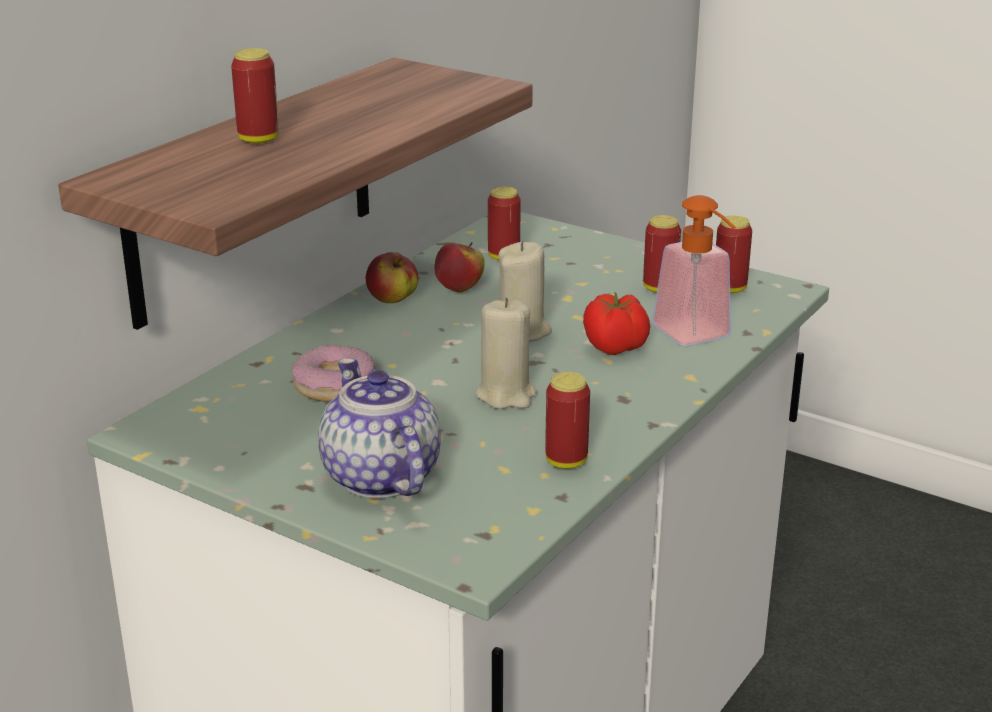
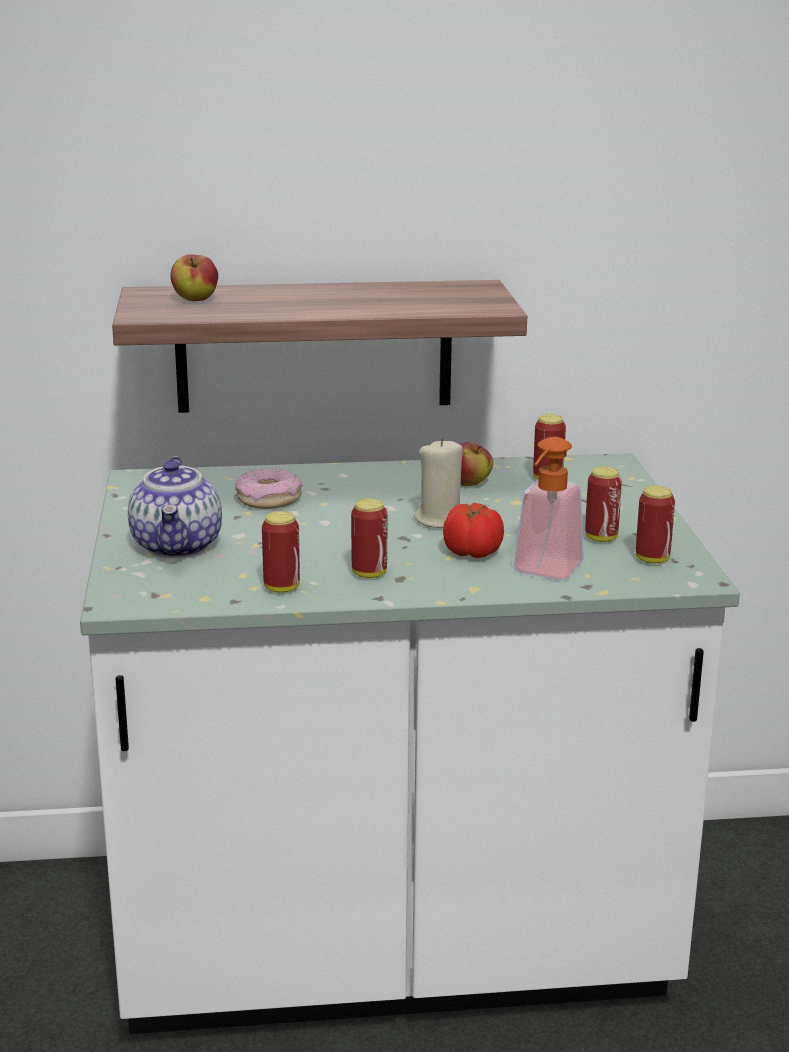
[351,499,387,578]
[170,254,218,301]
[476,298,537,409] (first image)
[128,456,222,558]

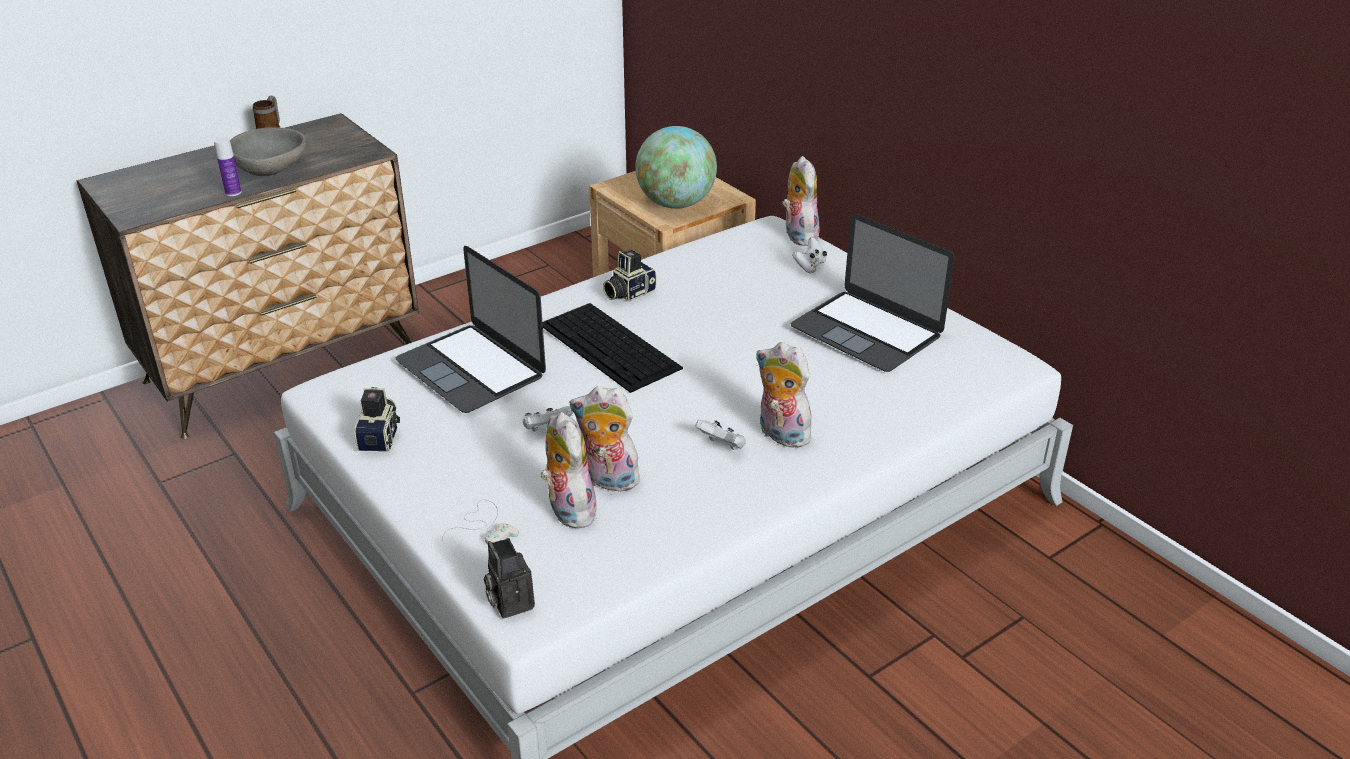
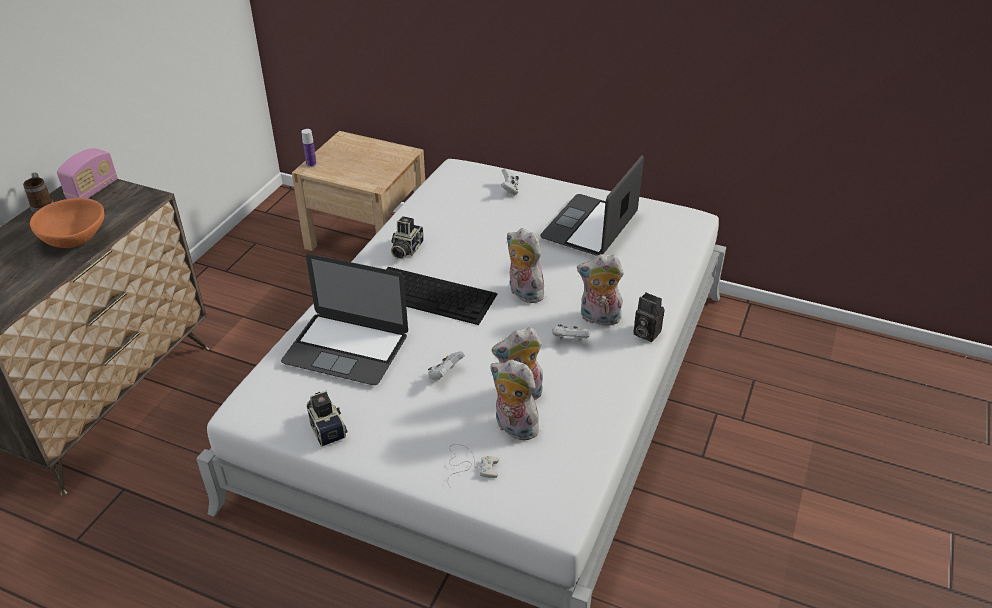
[635,126,717,209] (first image)
[30,198,104,248]
[301,129,317,167]
[507,228,544,303]
[540,155,644,256]
[633,292,665,342]
[57,148,118,199]

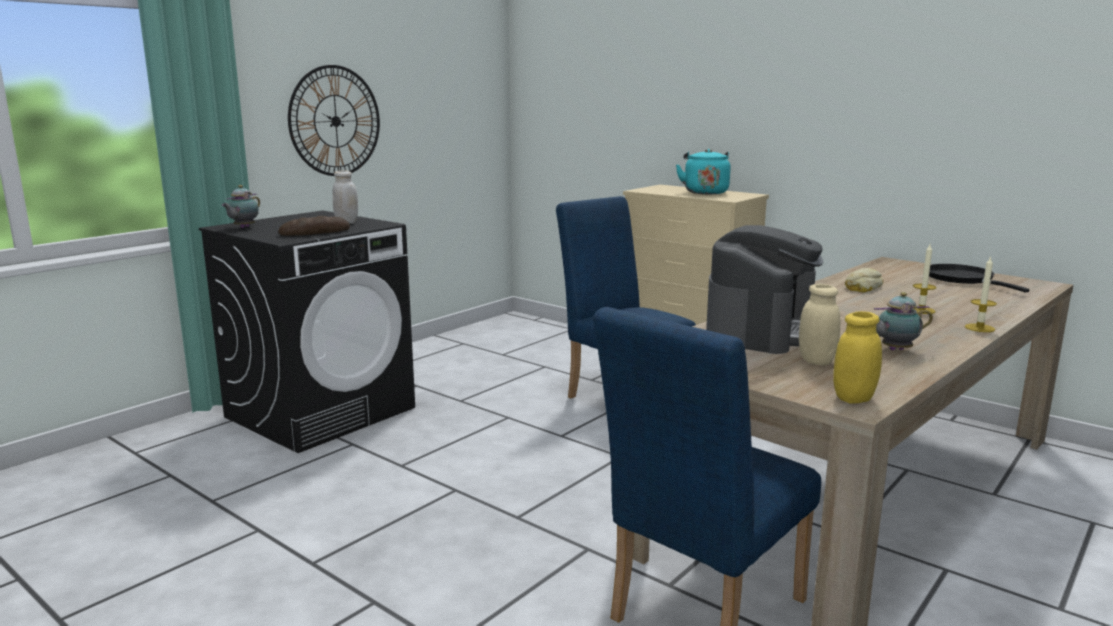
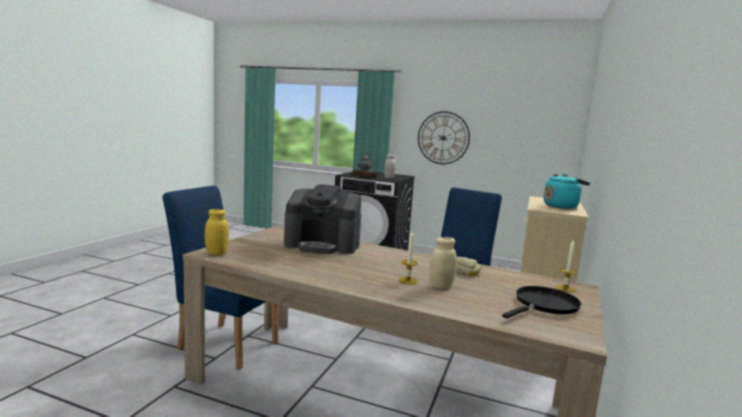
[555,240,577,292]
[429,237,457,289]
[874,292,933,350] (first image)

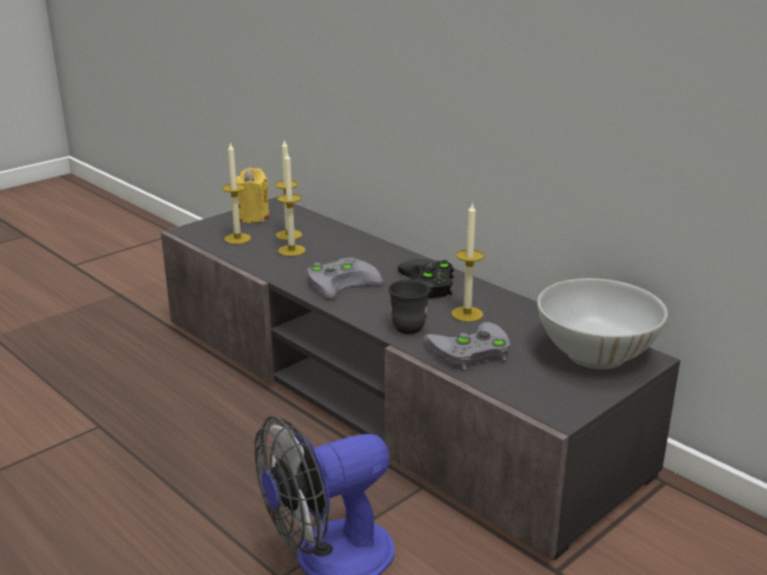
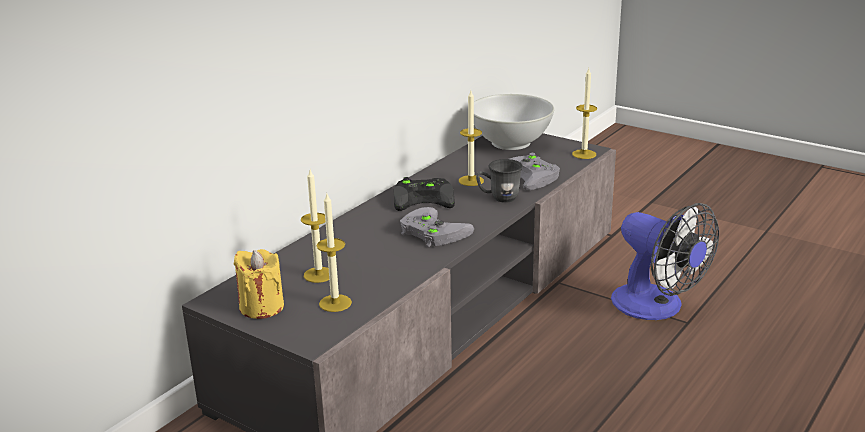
[572,68,597,159]

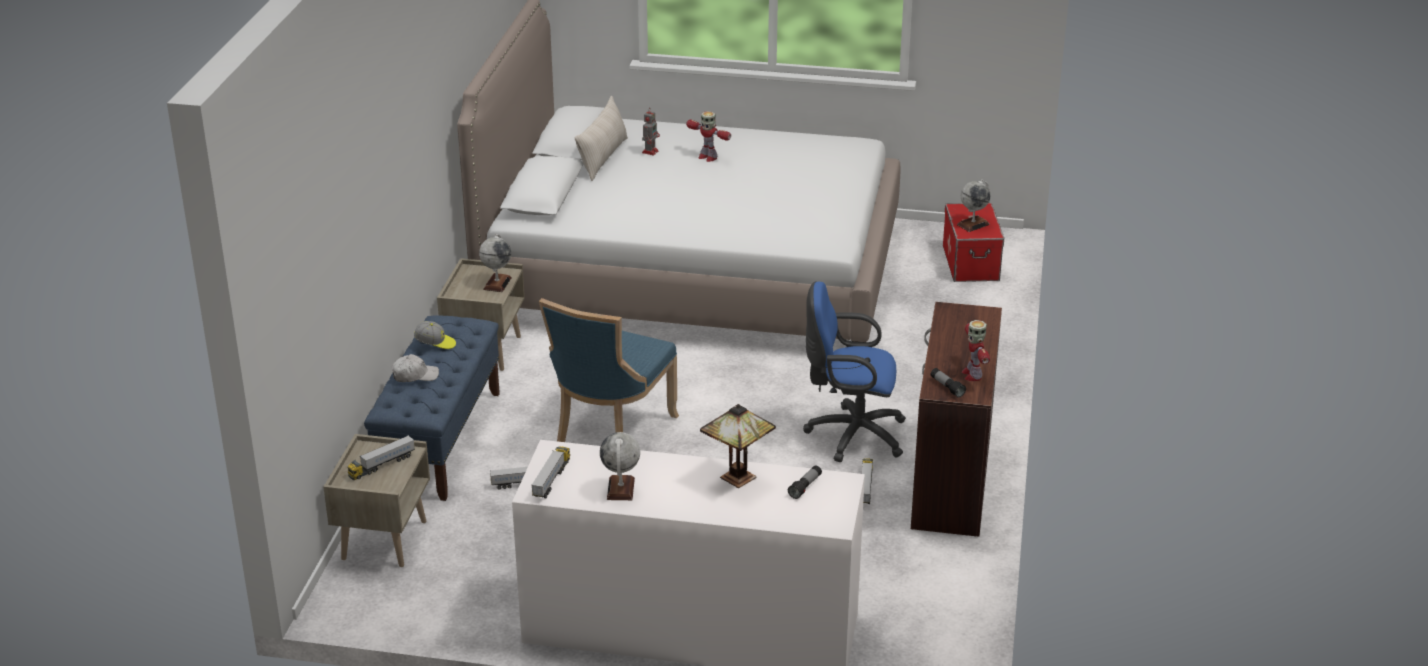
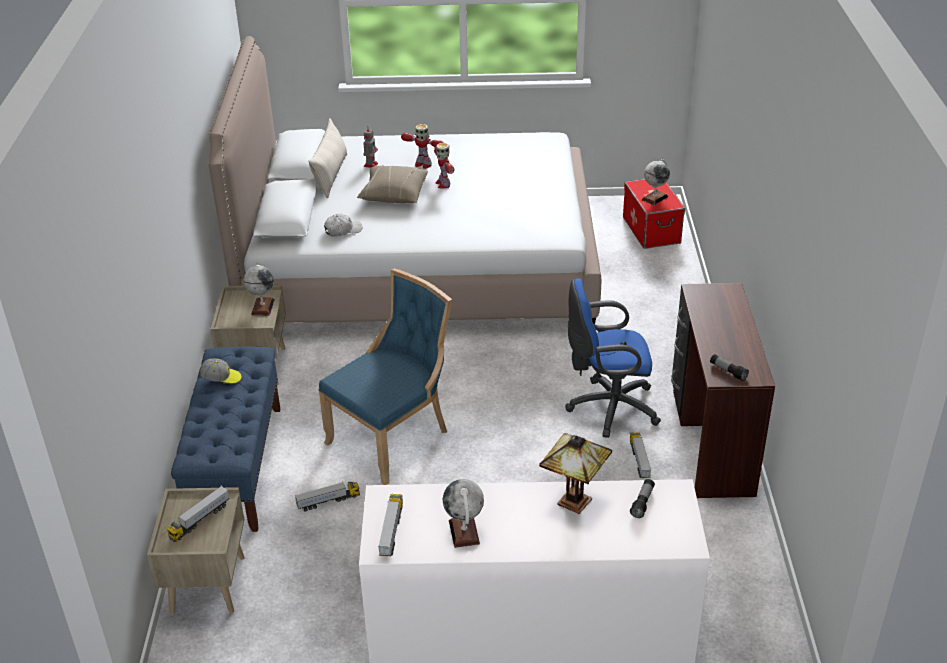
[319,268,452,485]
[434,143,455,189]
[324,213,362,237]
[357,165,428,203]

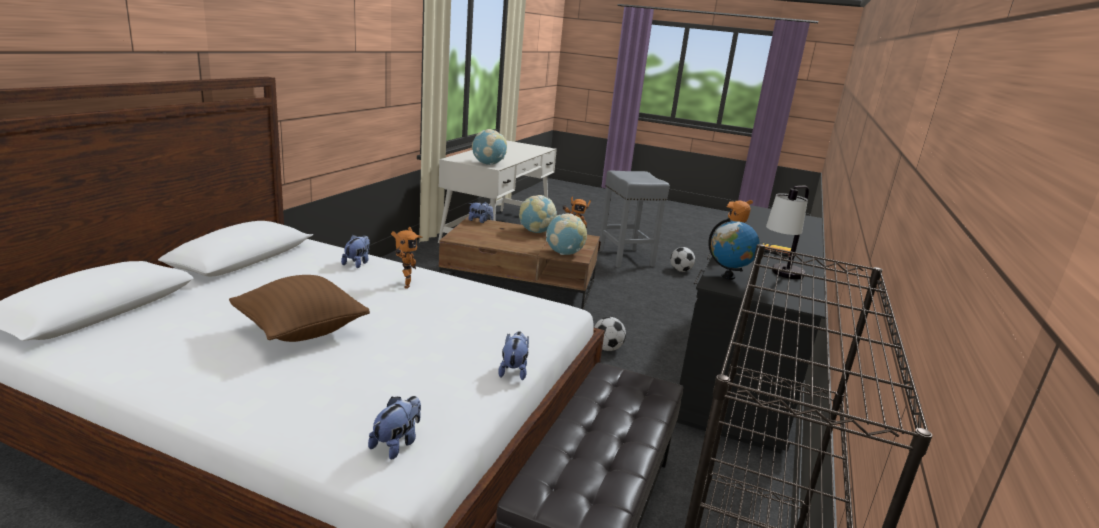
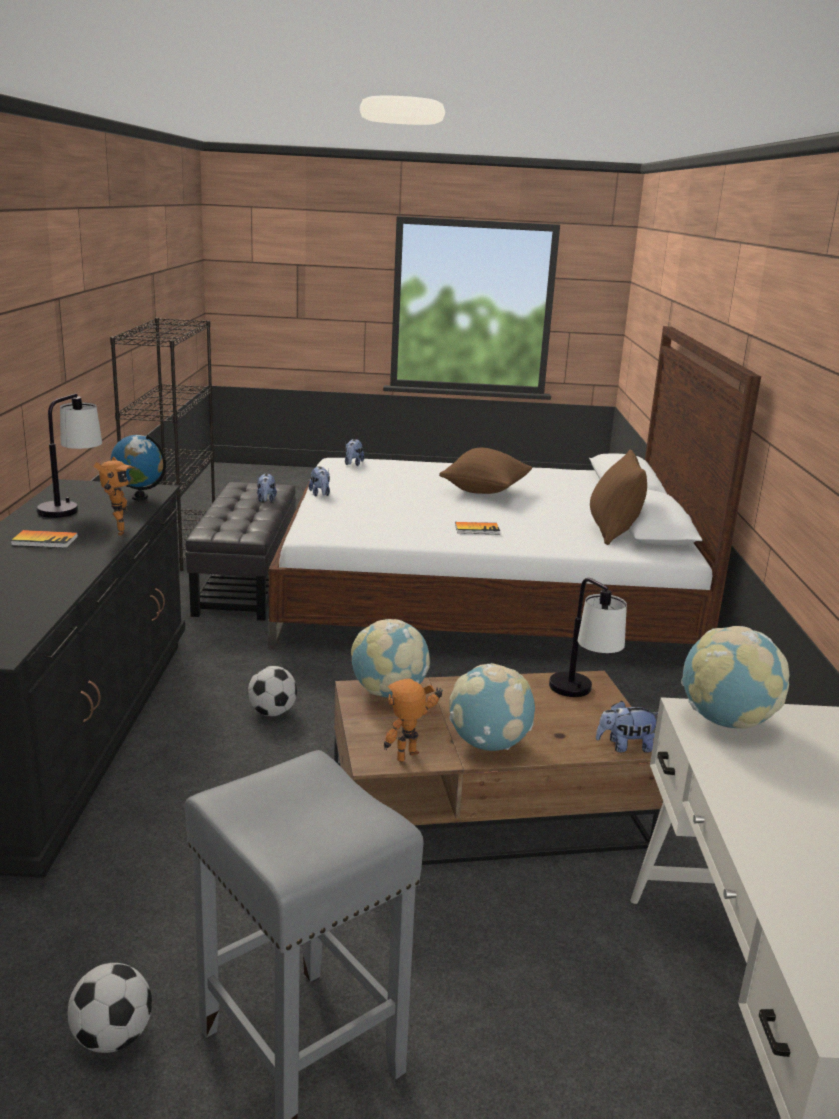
[455,522,500,534]
[257,473,277,502]
[590,450,647,545]
[549,578,627,697]

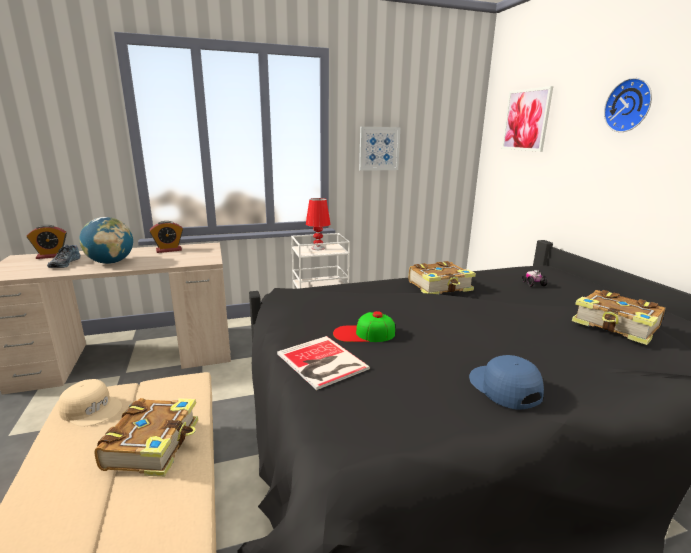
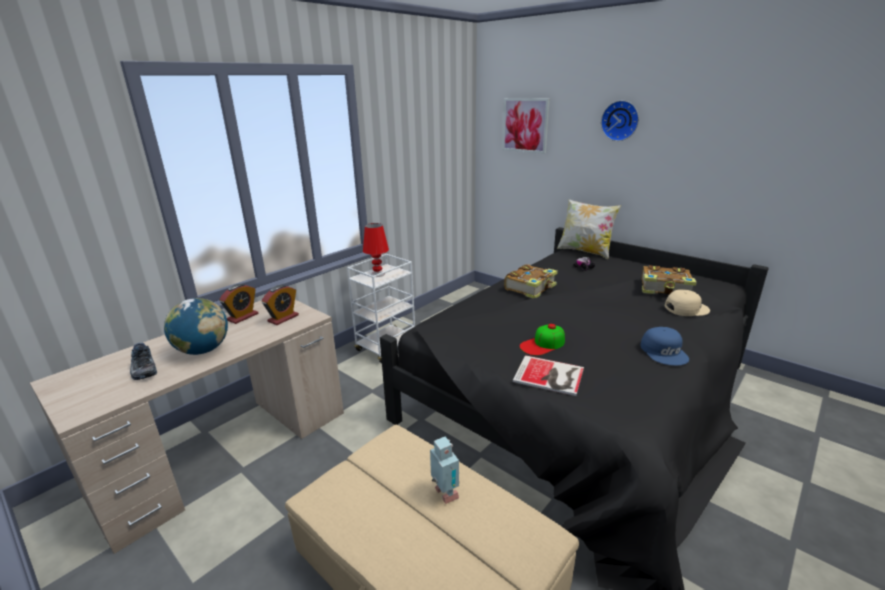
[359,127,401,171] (first image)
[262,285,299,325]
[640,327,689,366]
[665,289,710,316]
[430,436,459,504]
[557,199,621,259]

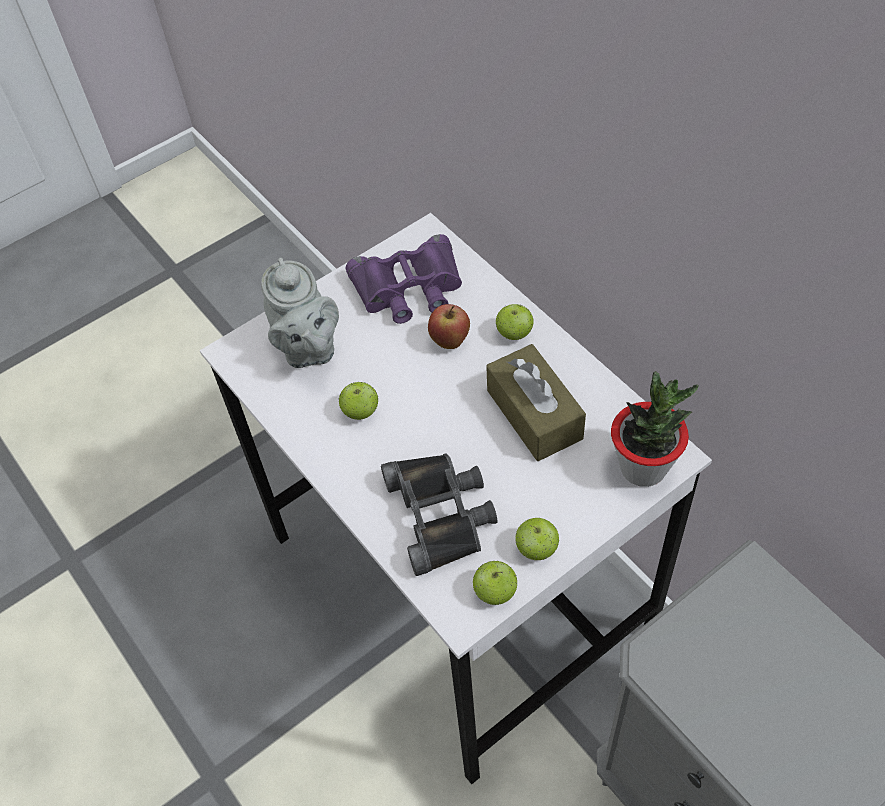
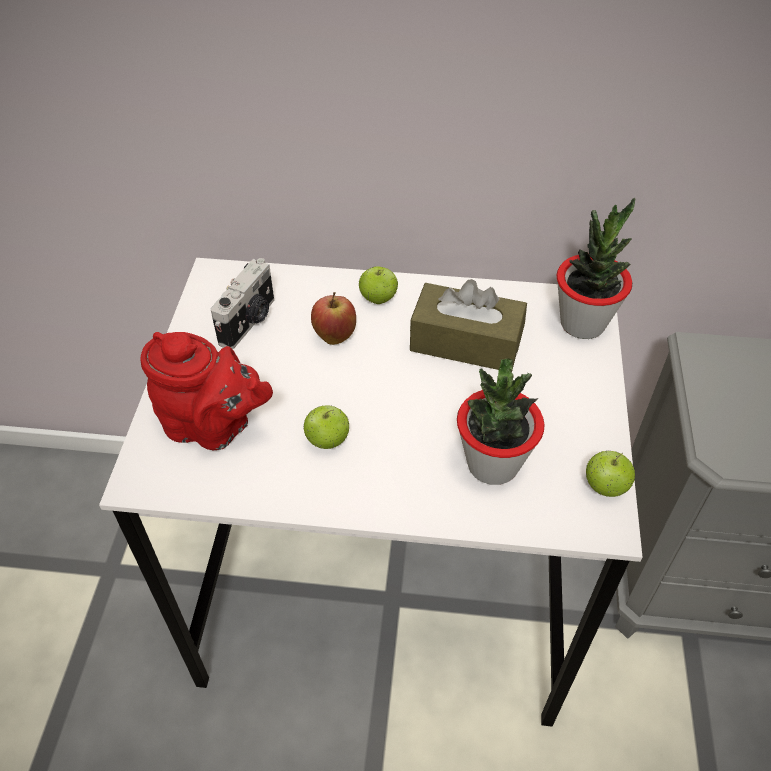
[211,258,274,349]
[140,332,273,450]
[457,359,544,485]
[515,518,559,560] (first image)

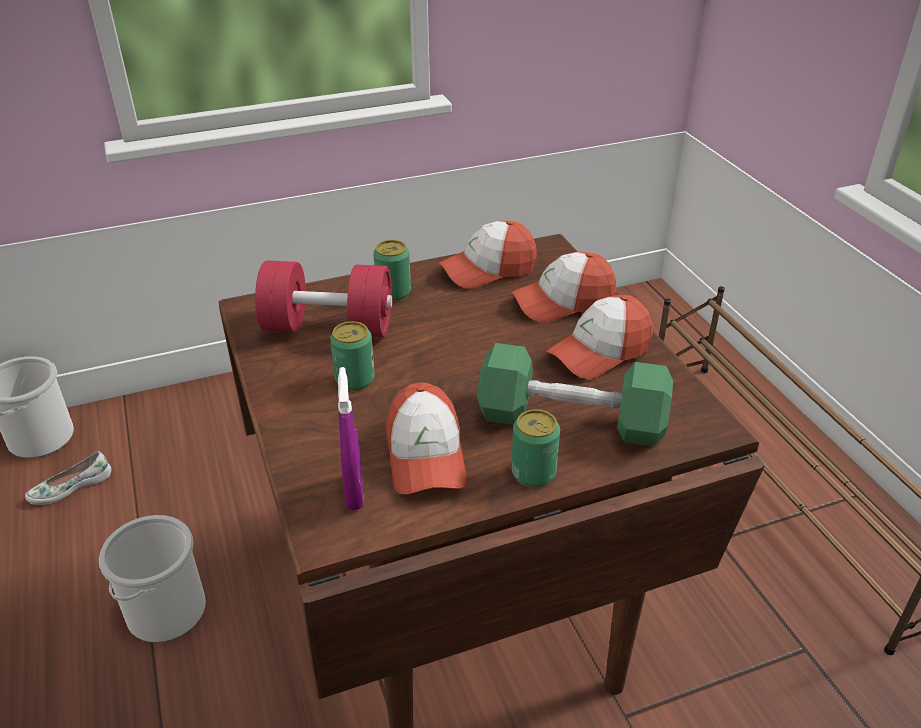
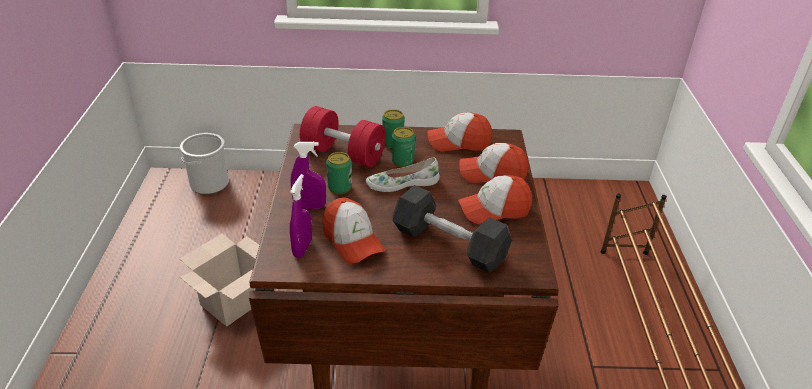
[392,185,511,273]
[322,197,385,264]
[391,127,415,167]
[366,158,440,192]
[180,234,259,326]
[291,142,326,209]

